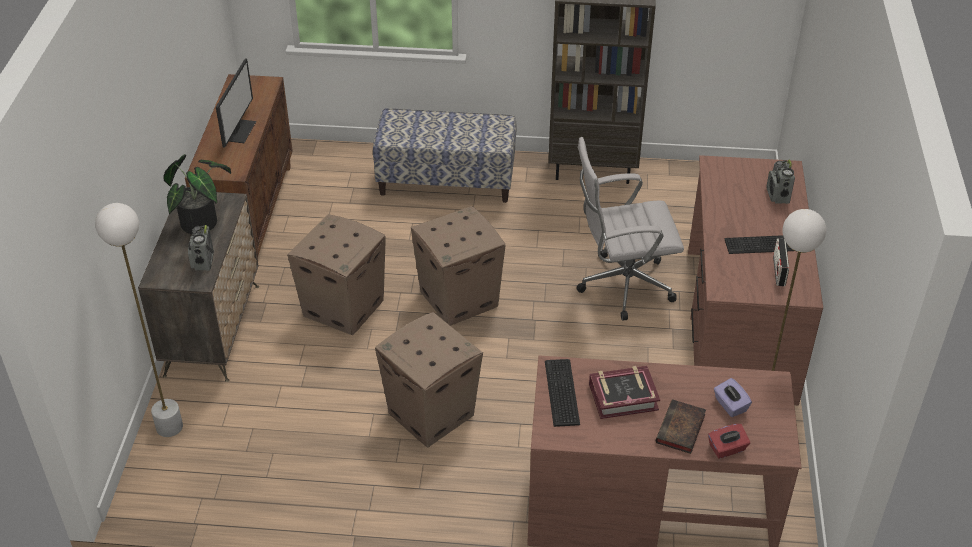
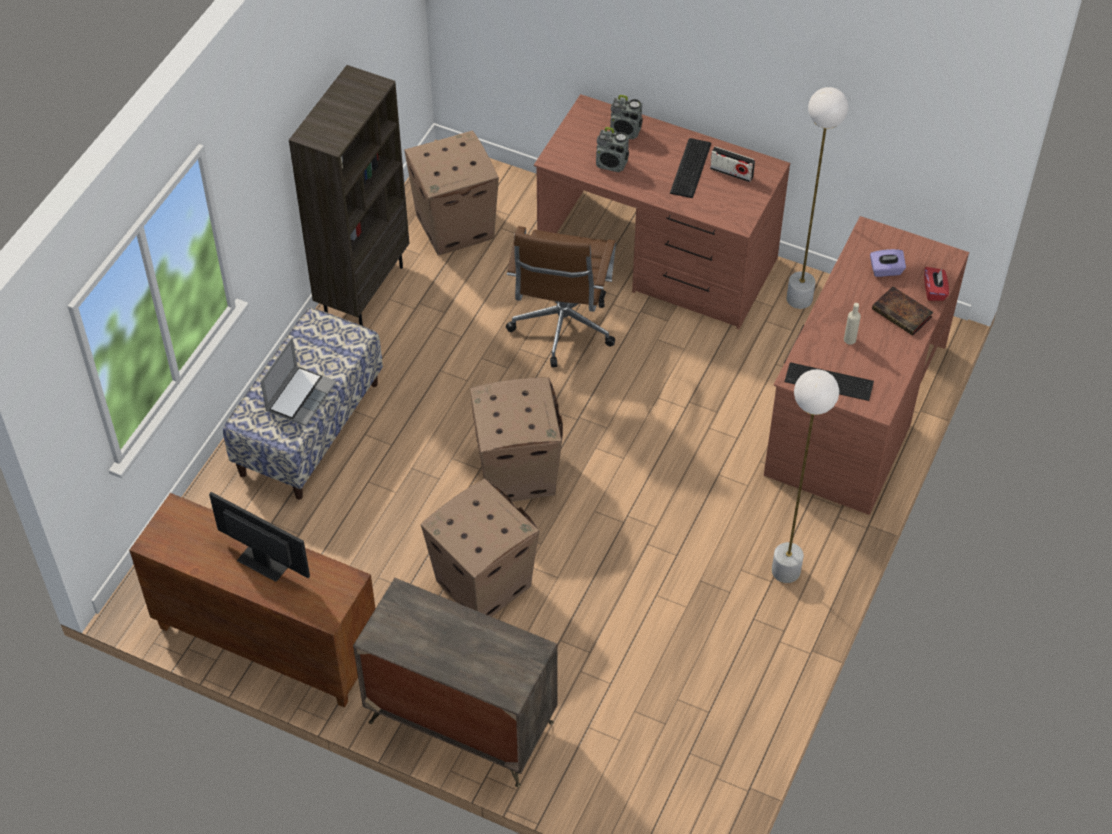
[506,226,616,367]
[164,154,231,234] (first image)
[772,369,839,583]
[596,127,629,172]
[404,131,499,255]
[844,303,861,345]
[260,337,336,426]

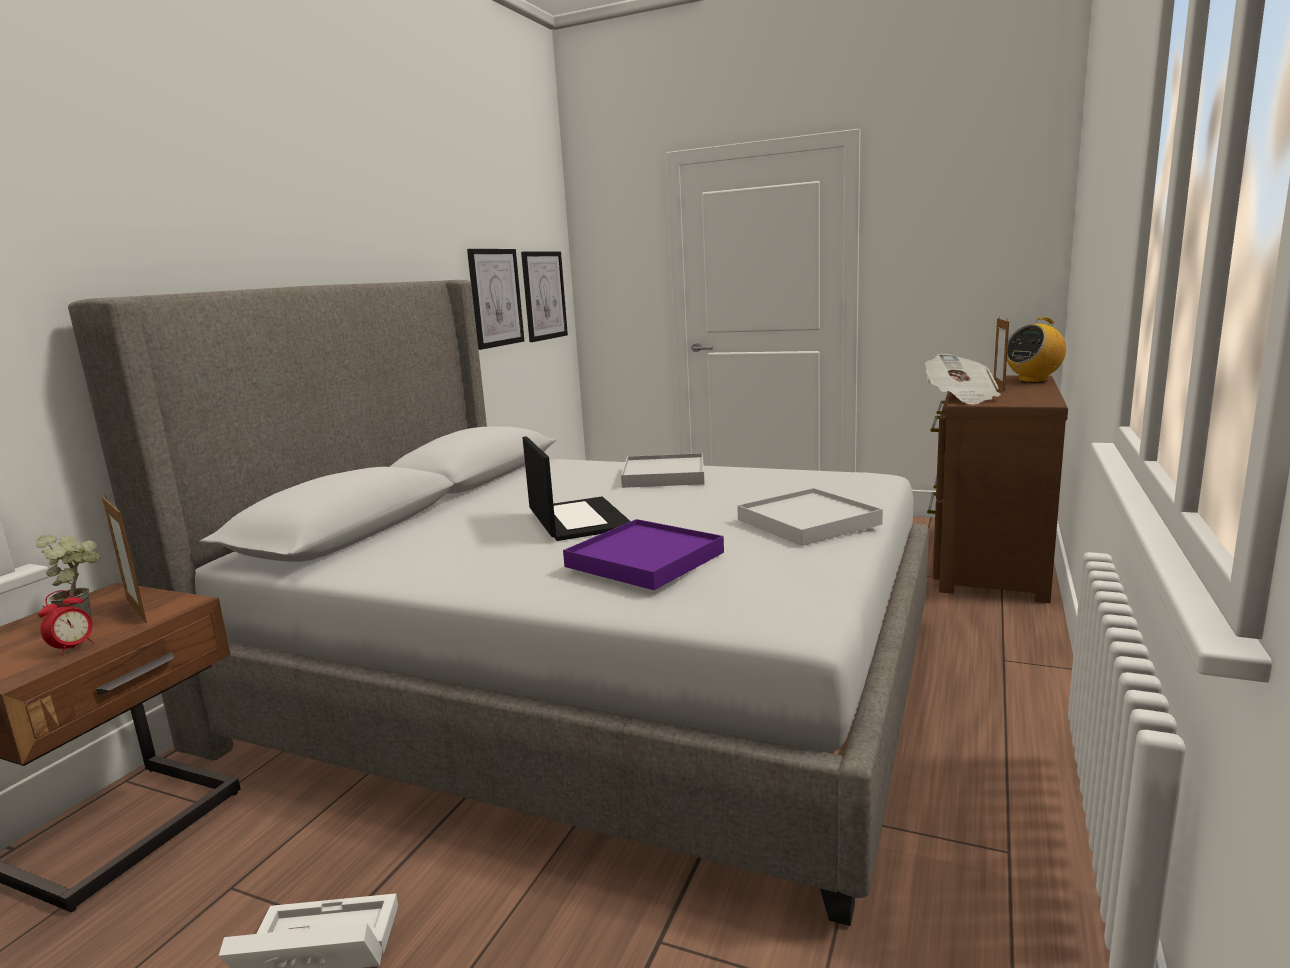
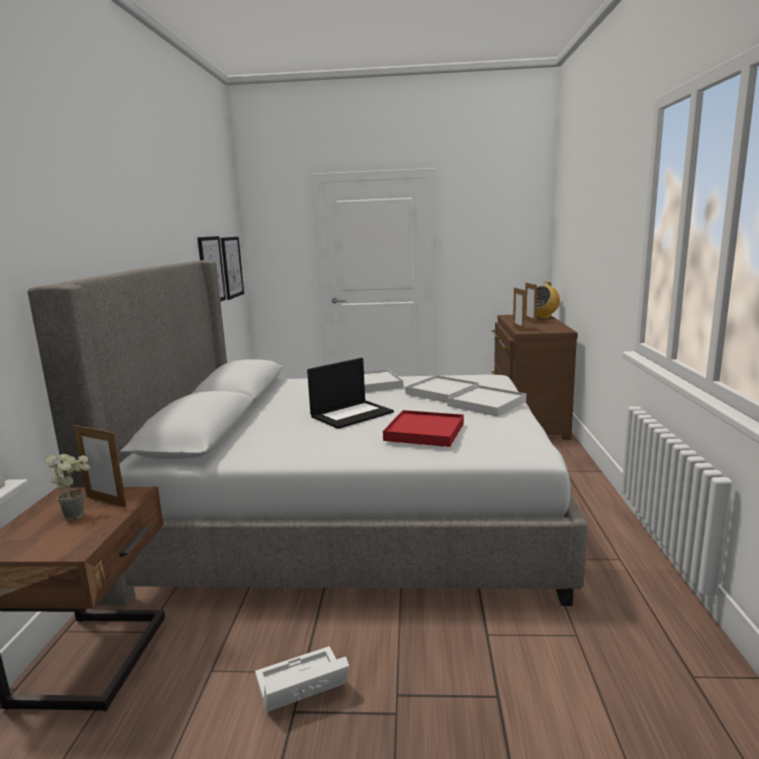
[513,288,525,332]
[307,358,394,429]
[383,410,464,447]
[38,590,95,655] (first image)
[405,375,479,403]

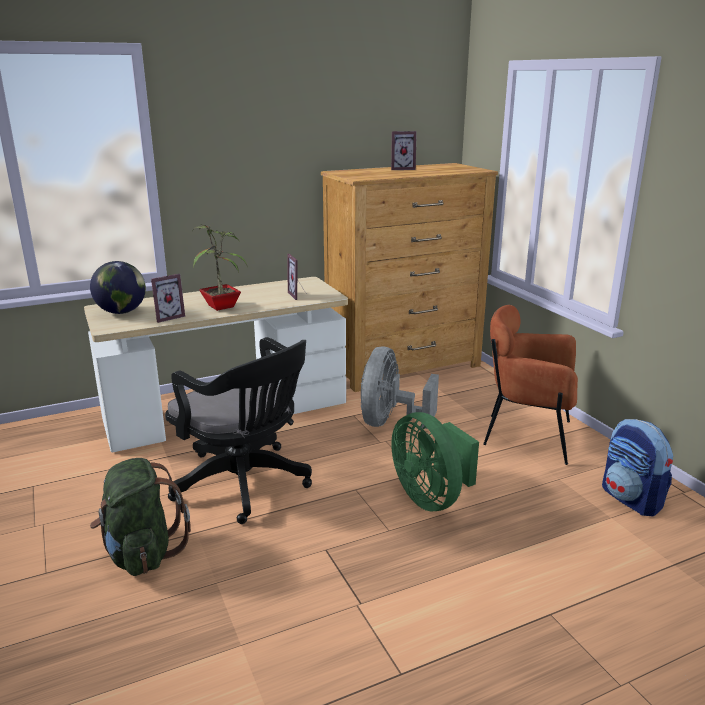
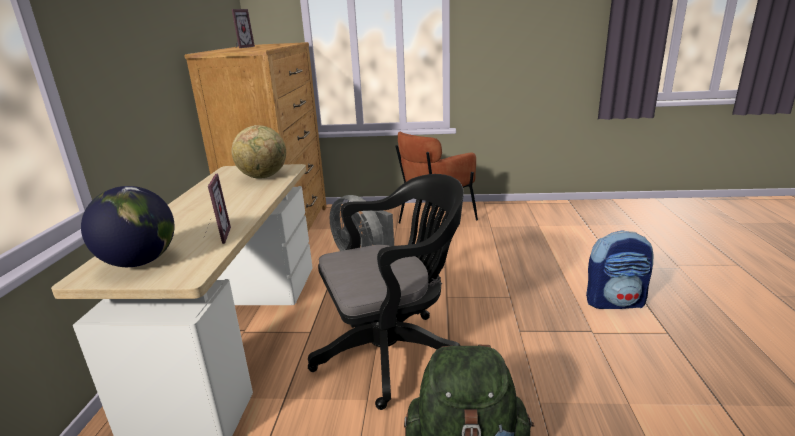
[192,224,248,311] (first image)
[232,125,286,179]
[391,412,479,511] (first image)
[586,230,654,309]

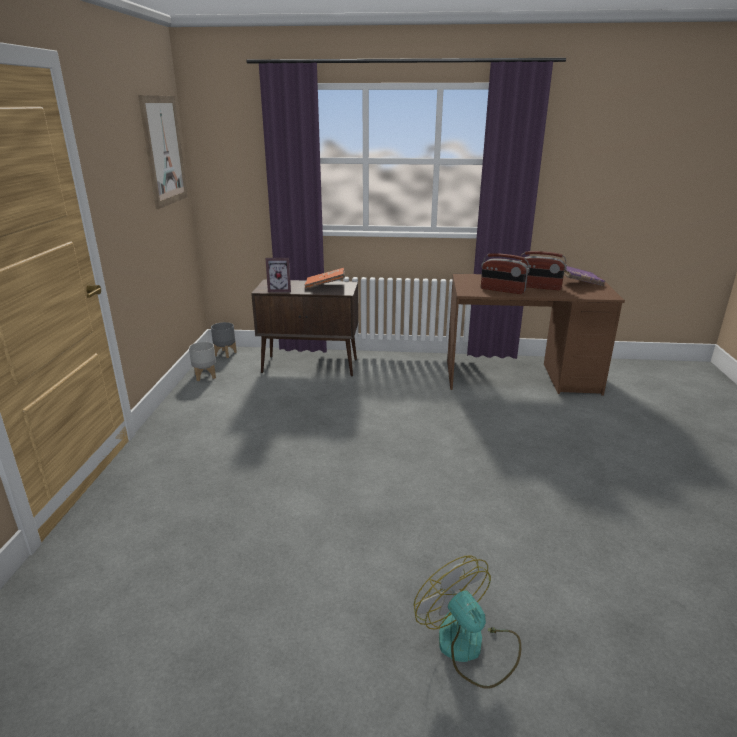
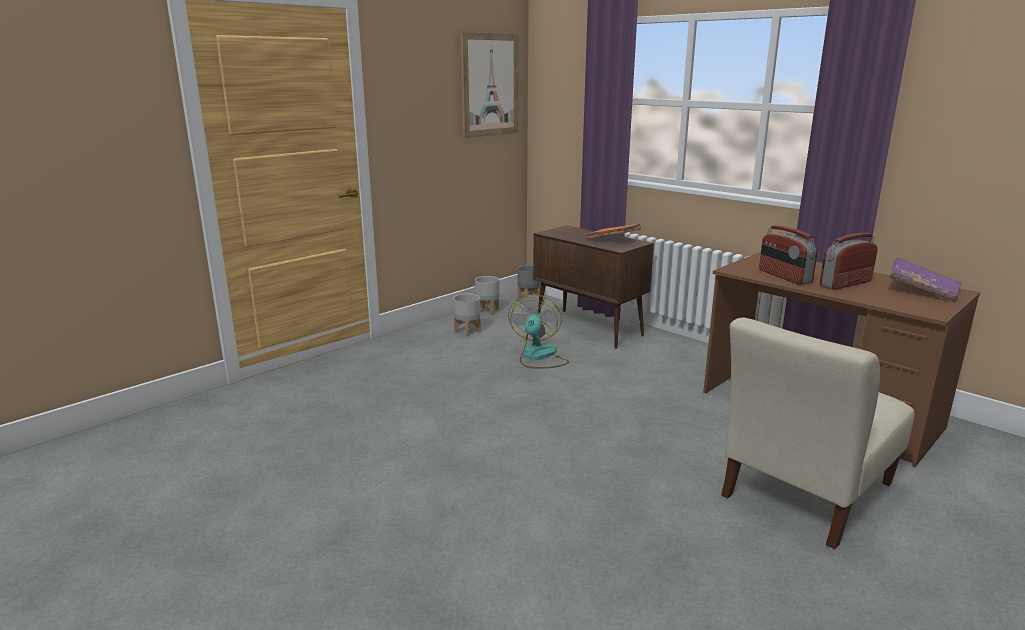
[820,233,878,290]
[266,258,291,292] (first image)
[508,294,569,368]
[453,294,481,337]
[721,318,915,549]

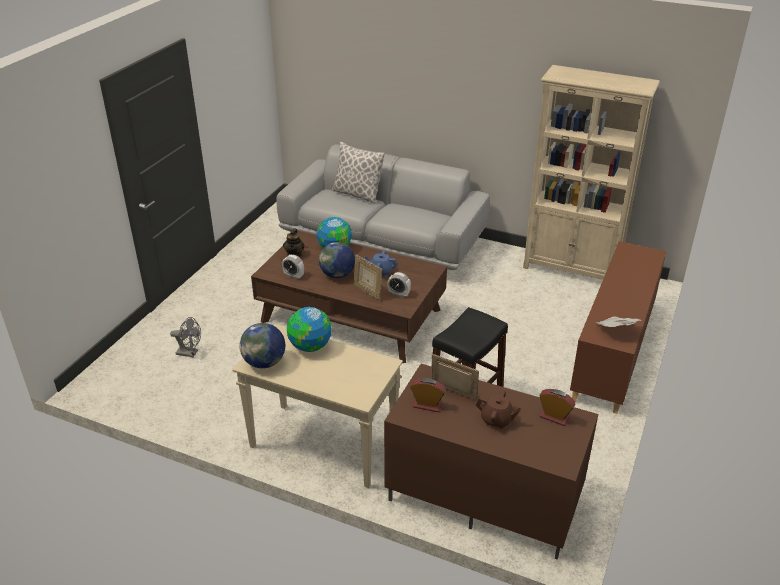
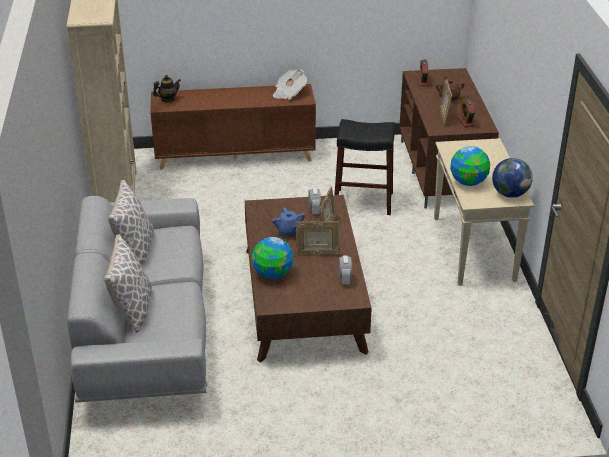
[153,75,181,102]
[296,221,340,256]
[170,317,201,357] (first image)
[108,180,154,266]

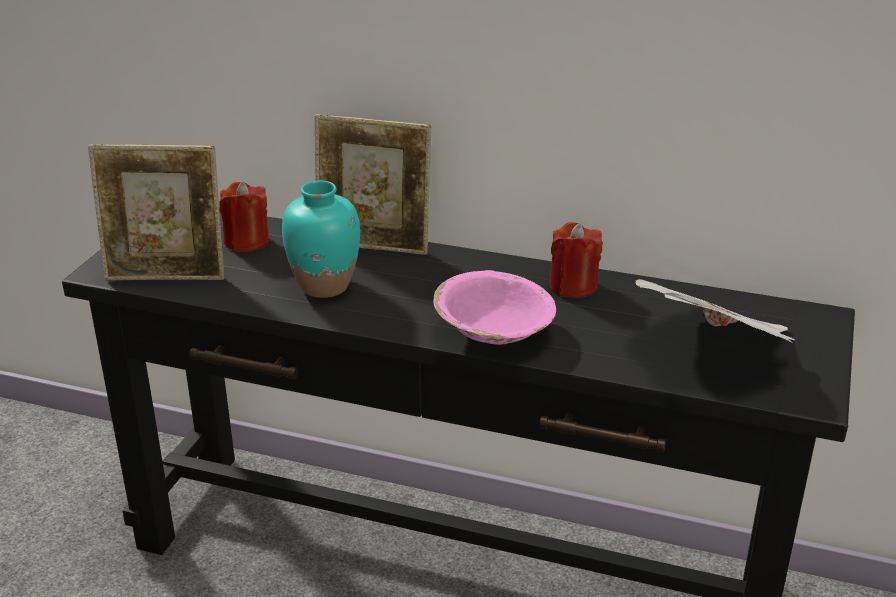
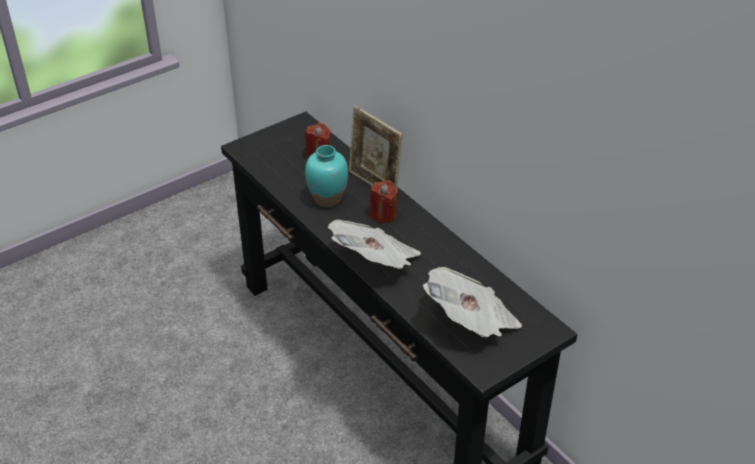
[88,144,224,280] (first image)
[370,180,399,223]
[328,219,421,269]

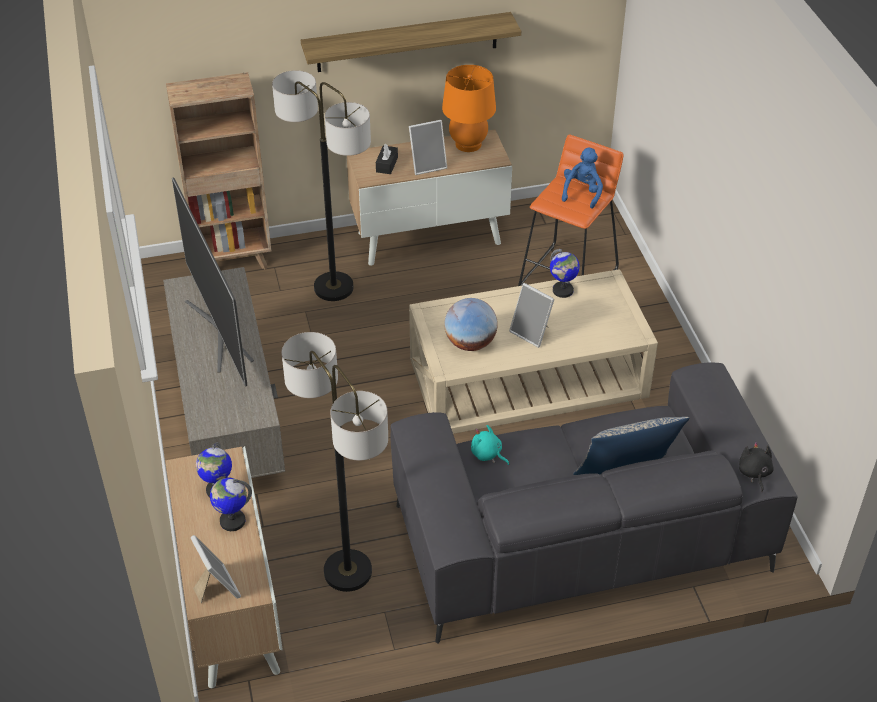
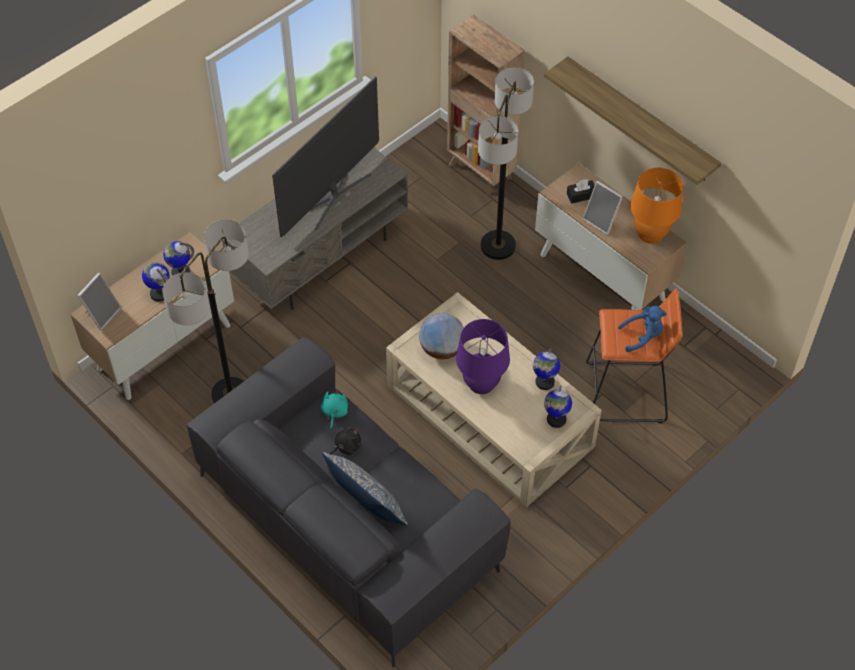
[456,319,510,394]
[329,425,361,455]
[544,385,572,428]

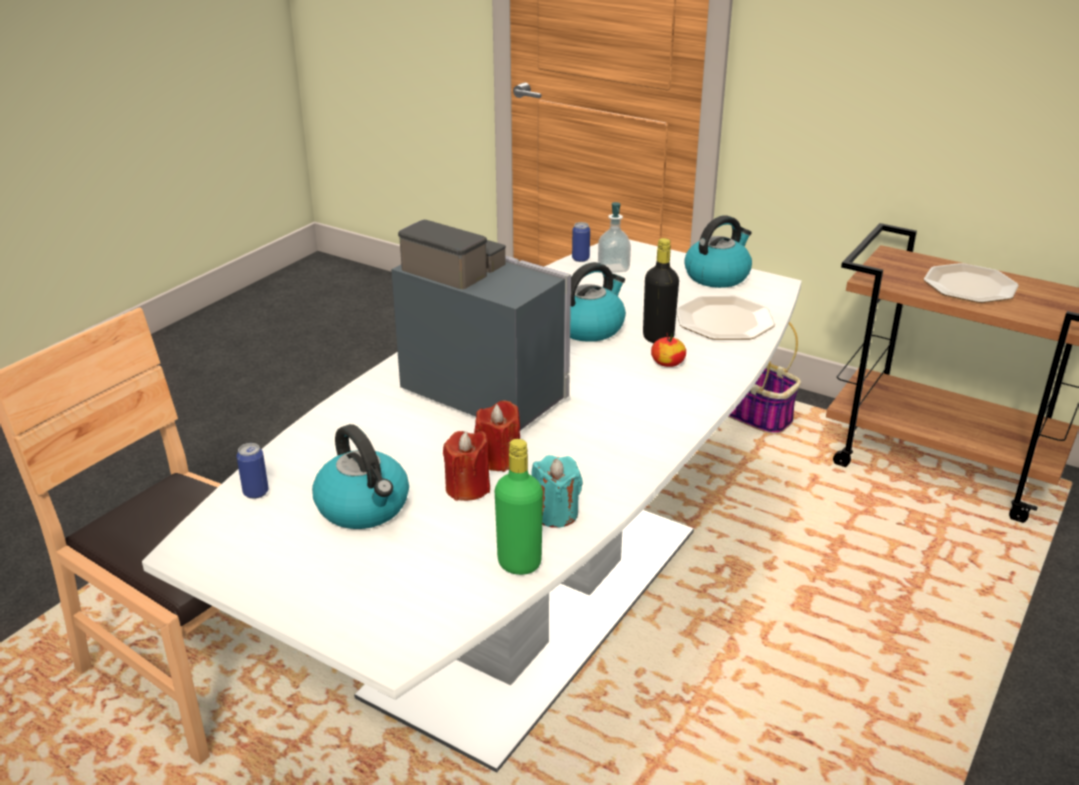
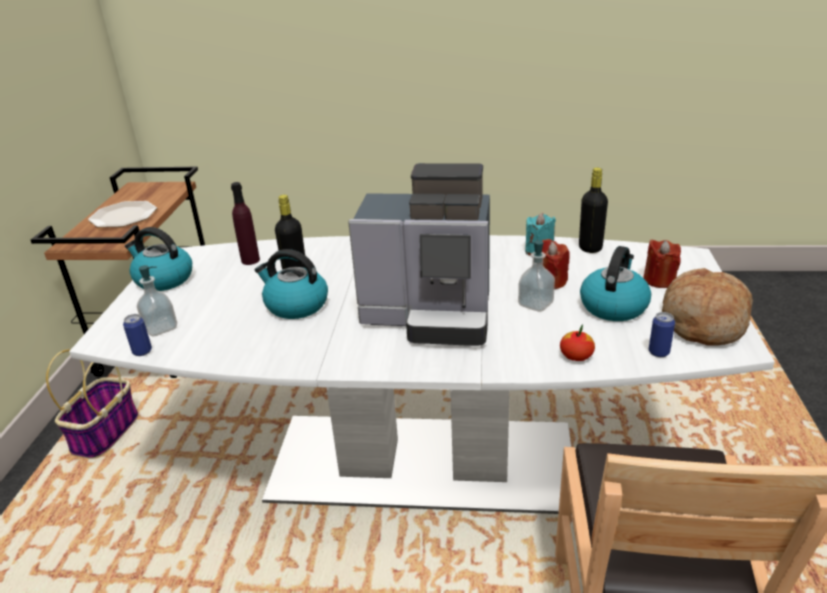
[348,163,490,346]
[231,182,260,265]
[560,324,595,361]
[644,240,681,288]
[579,168,608,253]
[518,240,555,312]
[662,268,753,345]

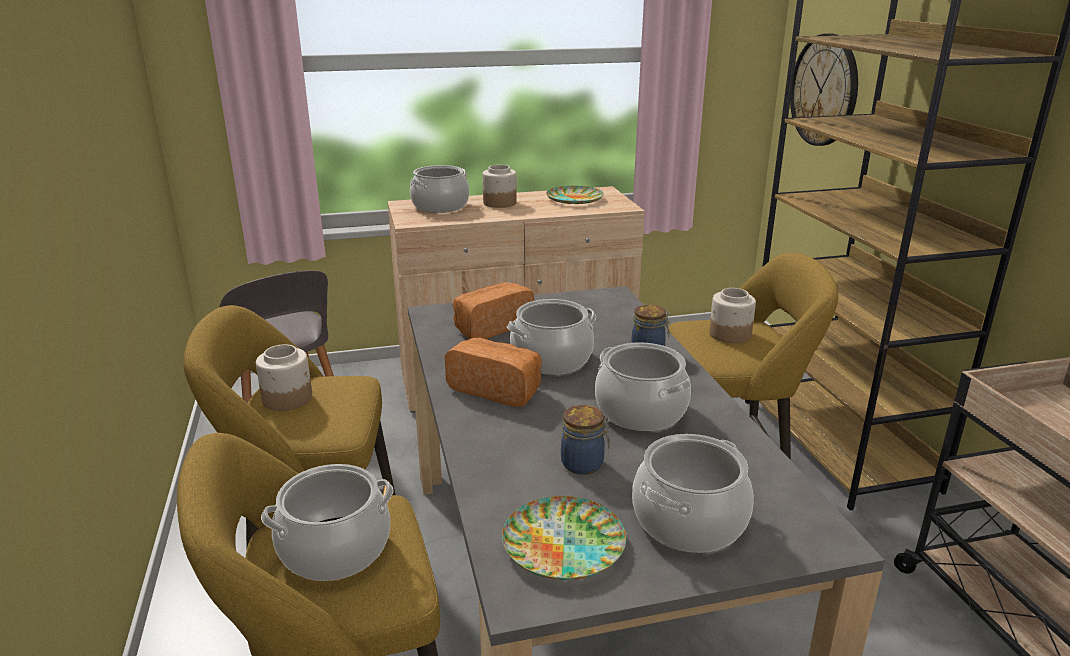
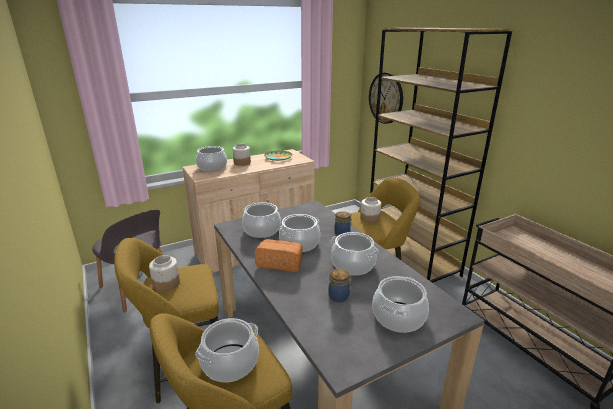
[242,202,281,238]
[502,496,626,580] (first image)

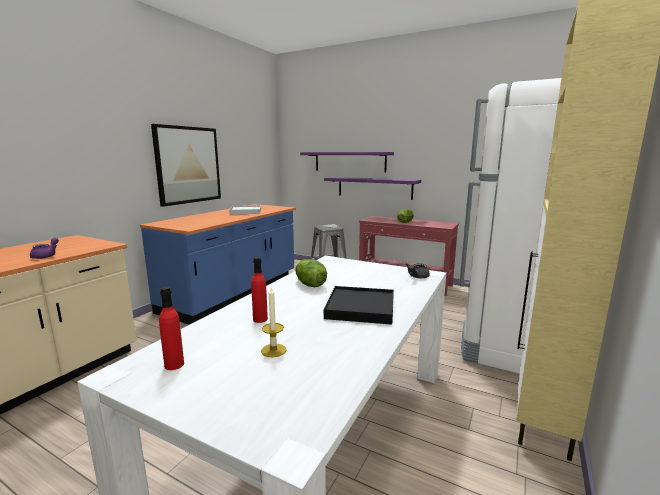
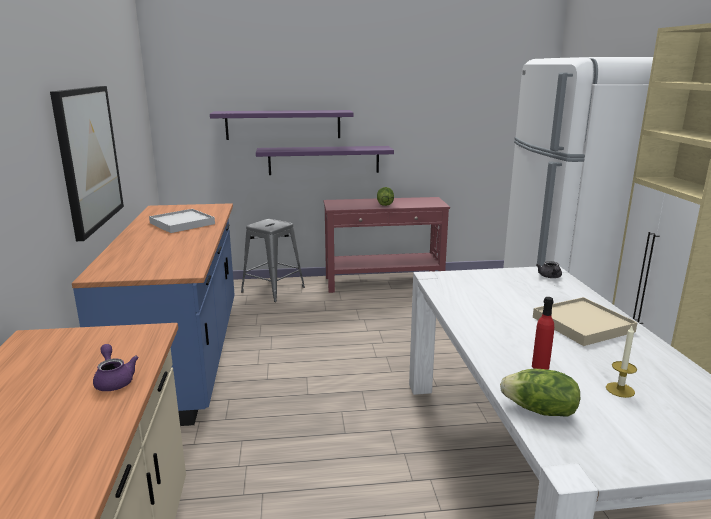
[500,369,580,417]
[533,297,638,346]
[159,287,184,370] (first image)

